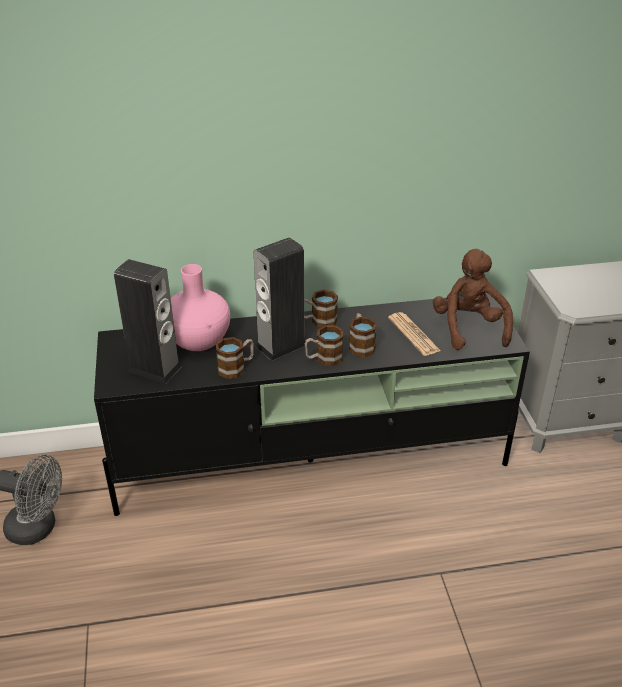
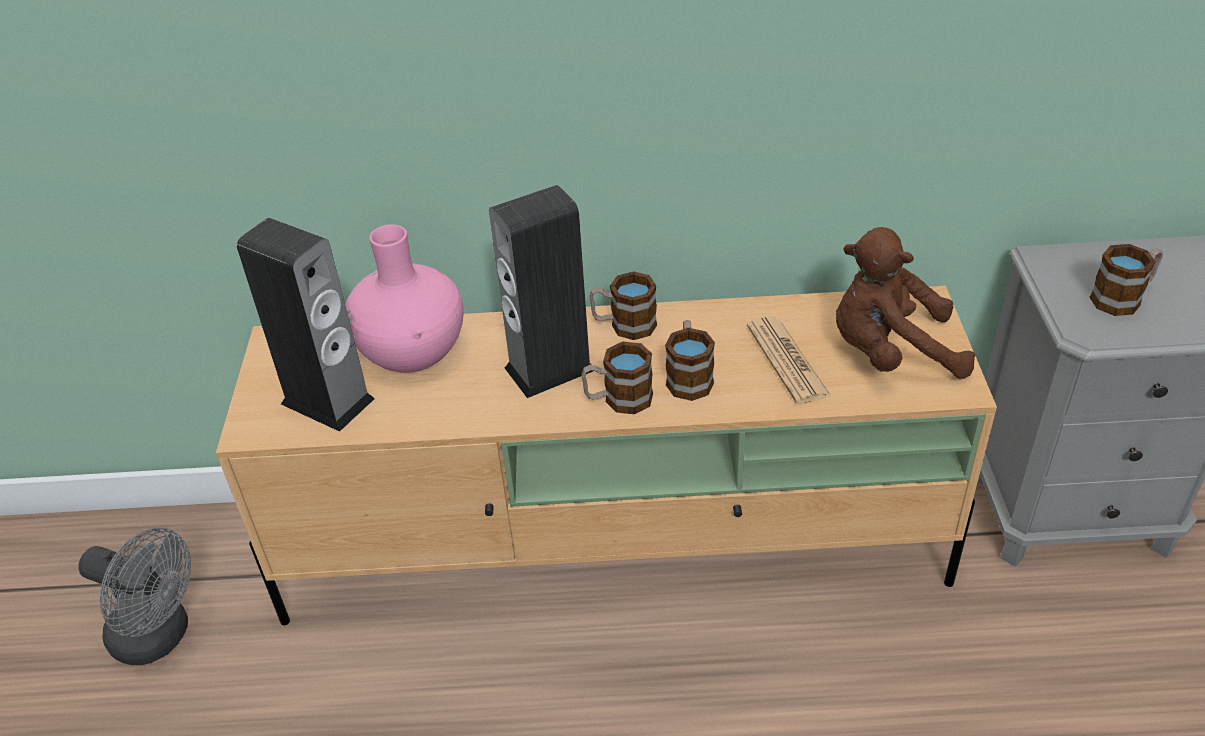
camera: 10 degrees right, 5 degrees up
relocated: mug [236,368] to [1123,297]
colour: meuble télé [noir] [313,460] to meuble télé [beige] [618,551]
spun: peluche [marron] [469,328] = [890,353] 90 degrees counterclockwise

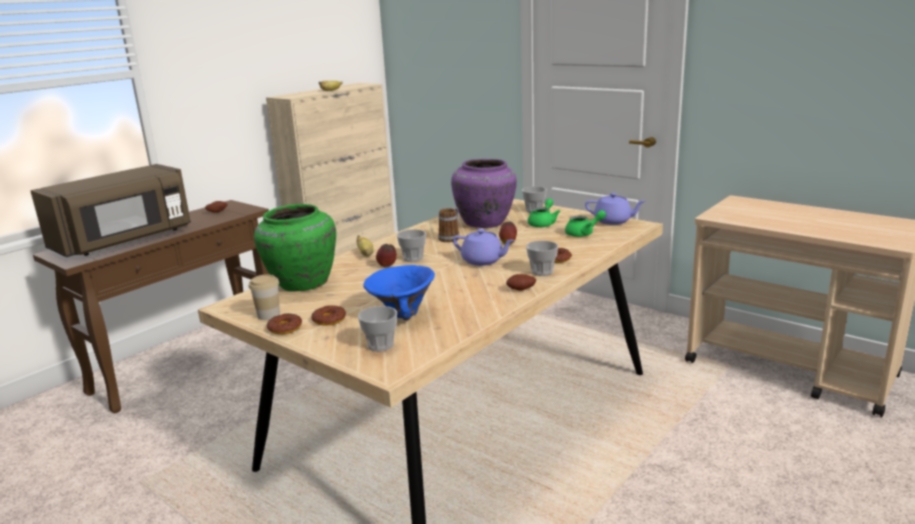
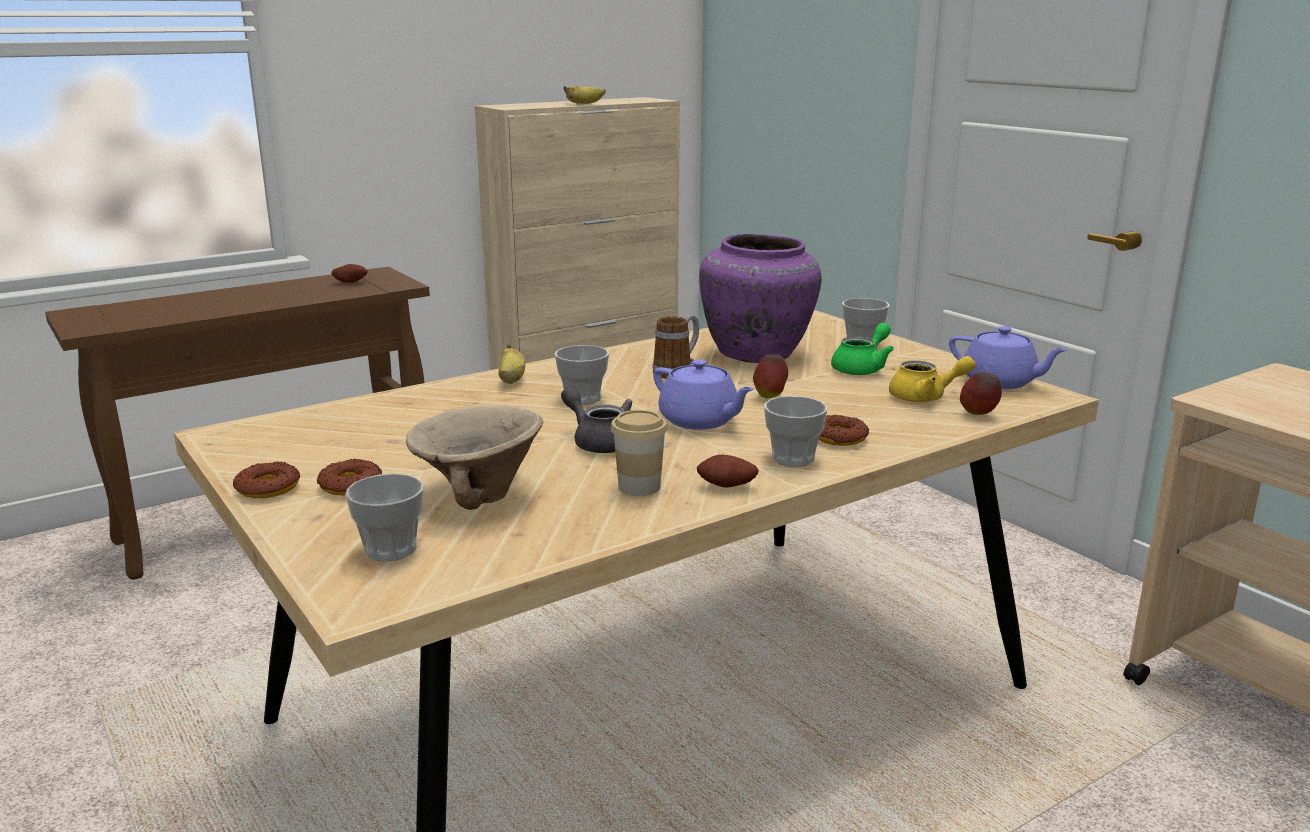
camera: 15 degrees right, 0 degrees up
missing: micro-ondes [marron] [125,240]; vase [vert] [301,283]
appeared: théière [gris] [599,442]
relocated: pomme [387,266] to [978,415]; tasse [268,315] to [639,487]
colour: théière [vert] [583,233] to théière [jaune] [925,397]; bol [bleu] [400,313] to bol [beige] [477,495]

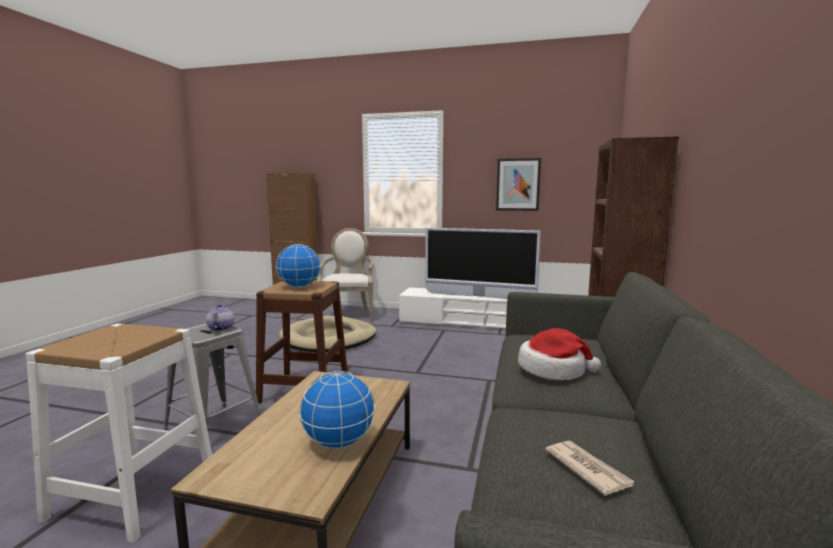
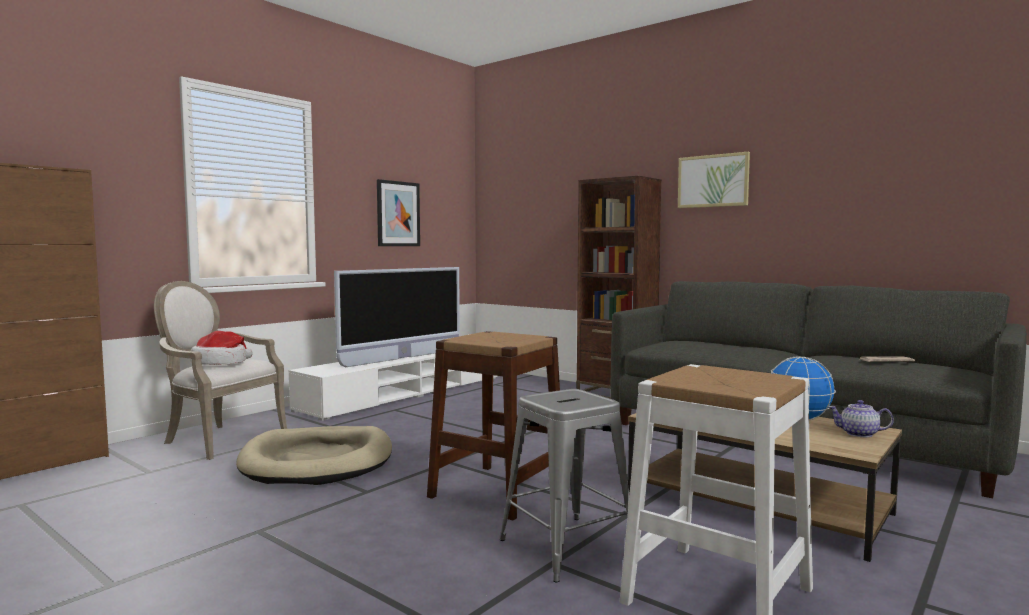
camera: 65 degrees left, 5 degrees down
missing: globe [299,287]
appeared: tableau [713,181]
relocated: théière [220,328] to [858,434]; chapeau [553,370] to [220,363]

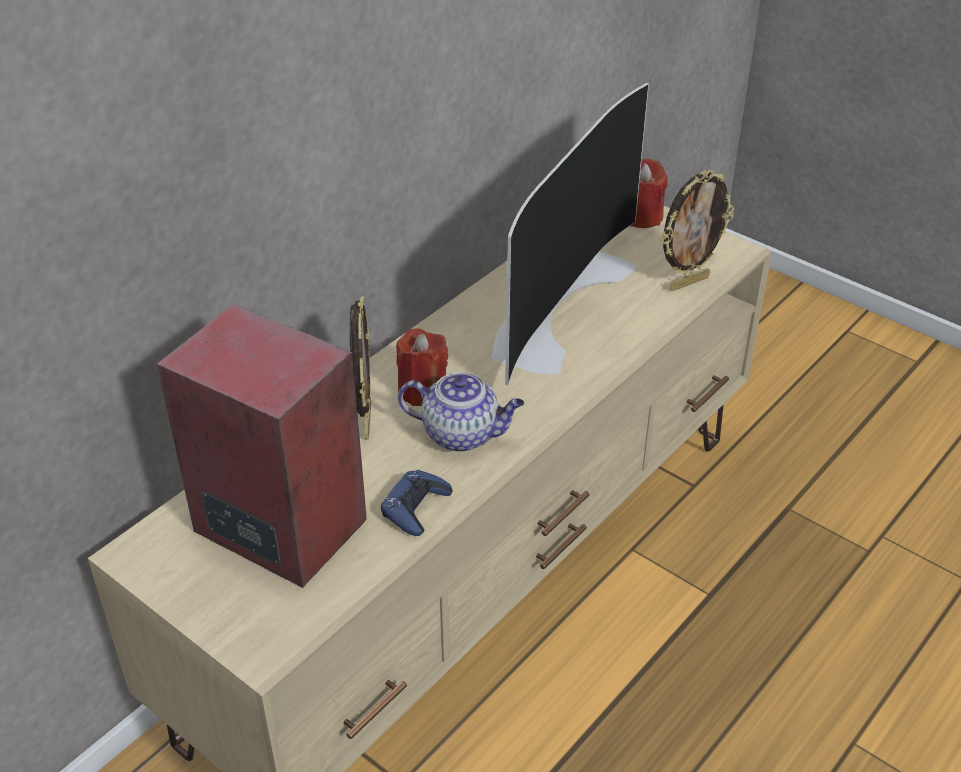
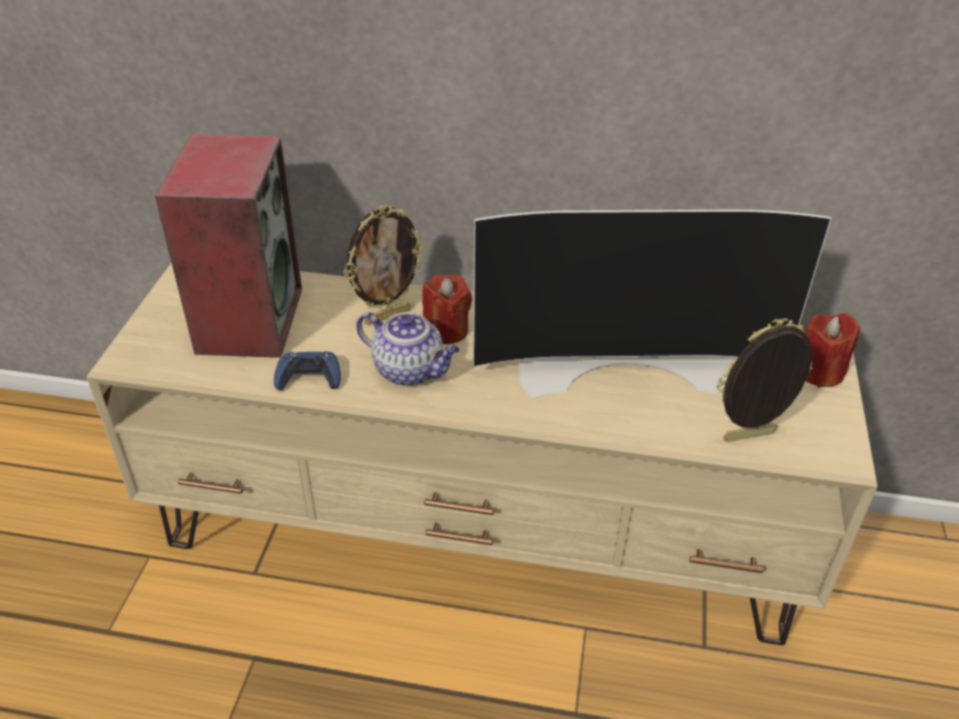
camera: 60 degrees right, 0 degrees up
spun: cadre photo [688,282] = [750,438] 135 degrees clockwise; théière [462,434] = [410,370] 45 degrees counterclockwise

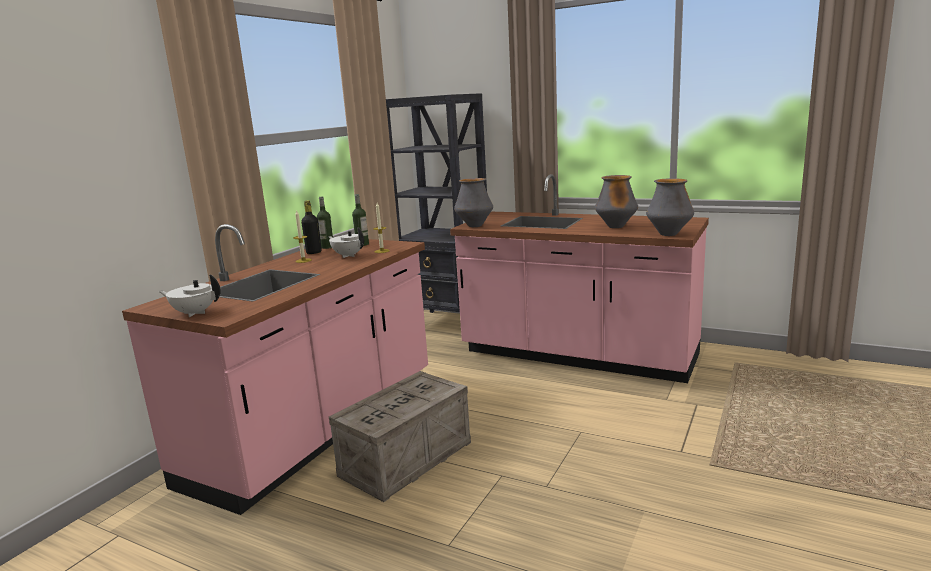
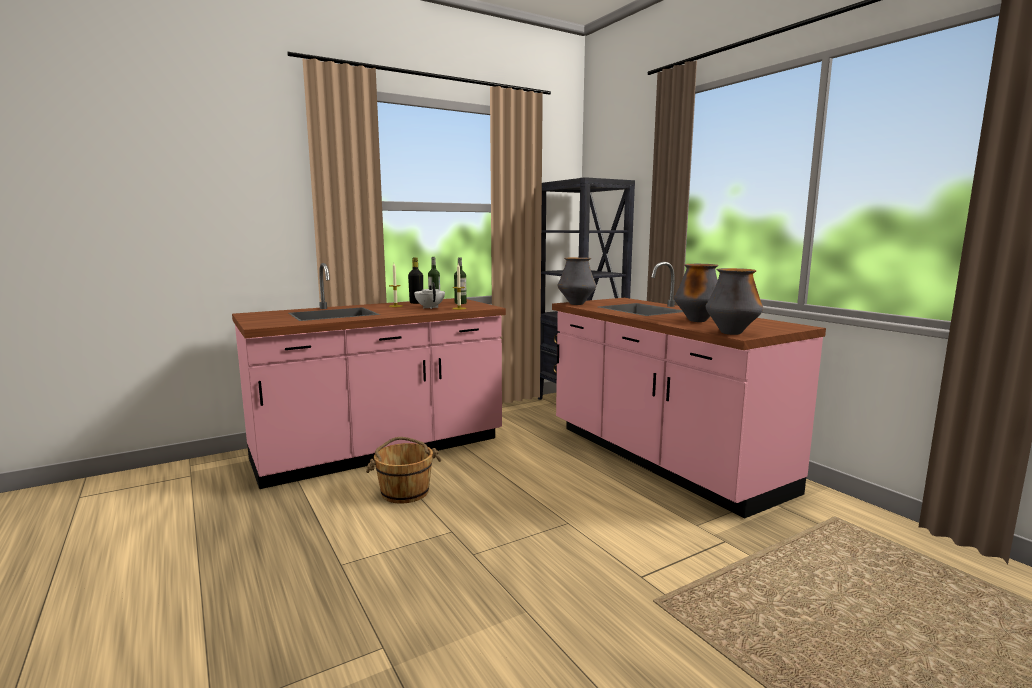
camera: 30 degrees right, 5 degrees down
missing: théière [blanc] [194,313]
exchanged: caisse [407,458] to seau [marron] [405,492]

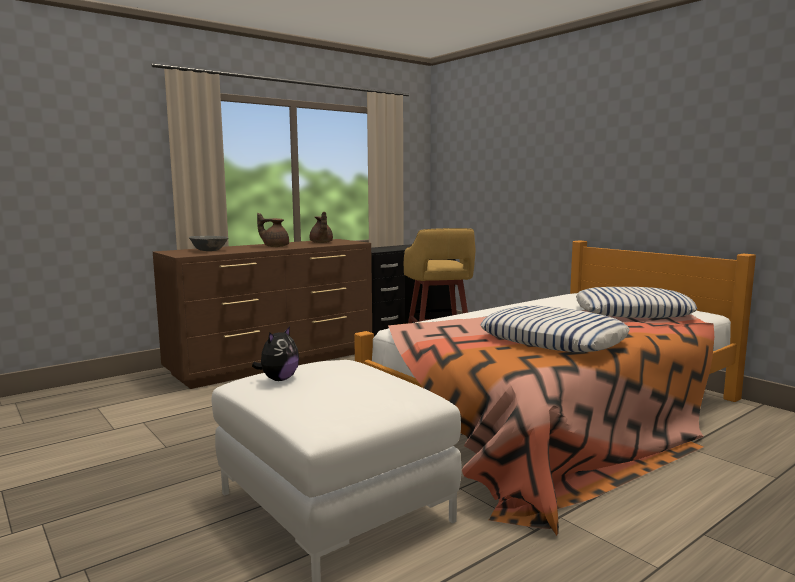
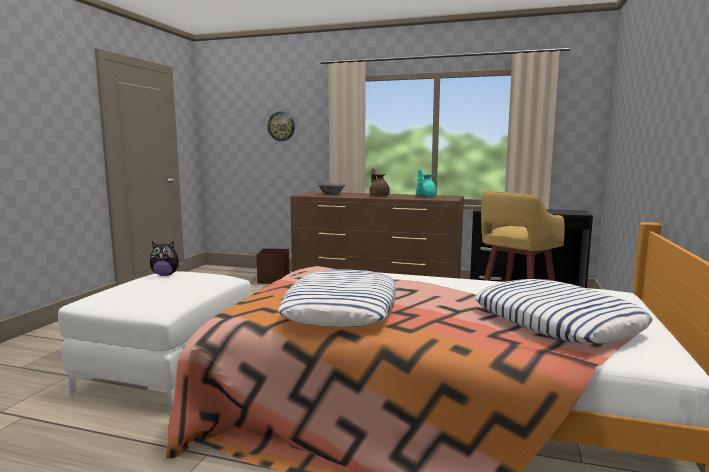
camera: 55 degrees right, 0 degrees up
appeared: horloge murale [281,126]; boîte de rangement [marron] [274,280]
colour: théière [marron] [321,243] to théière [turquoise] [425,197]

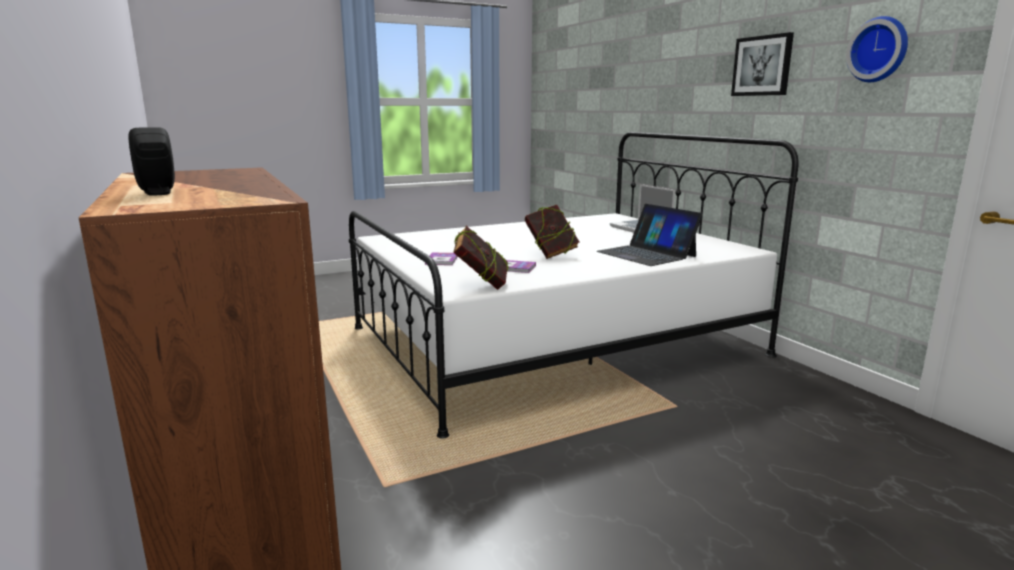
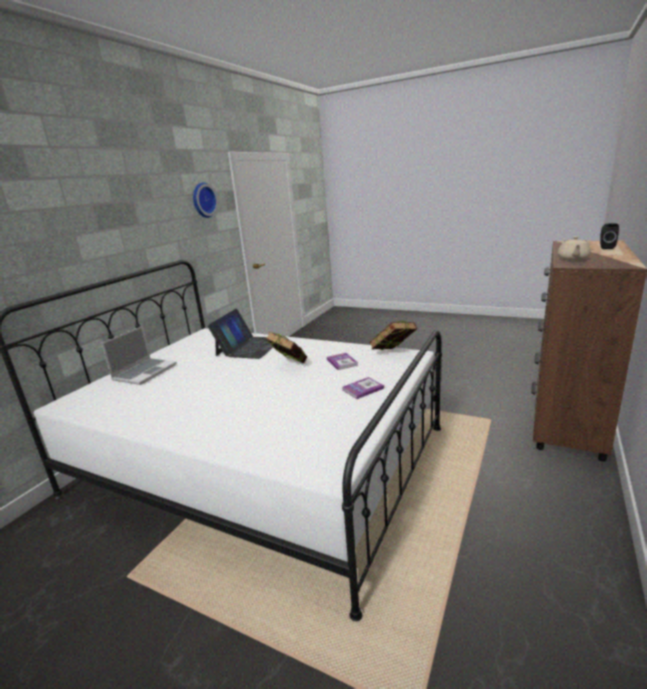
camera: 125 degrees left, 5 degrees up
missing: tableau [762,66]
appeared: théière [beige] [572,259]

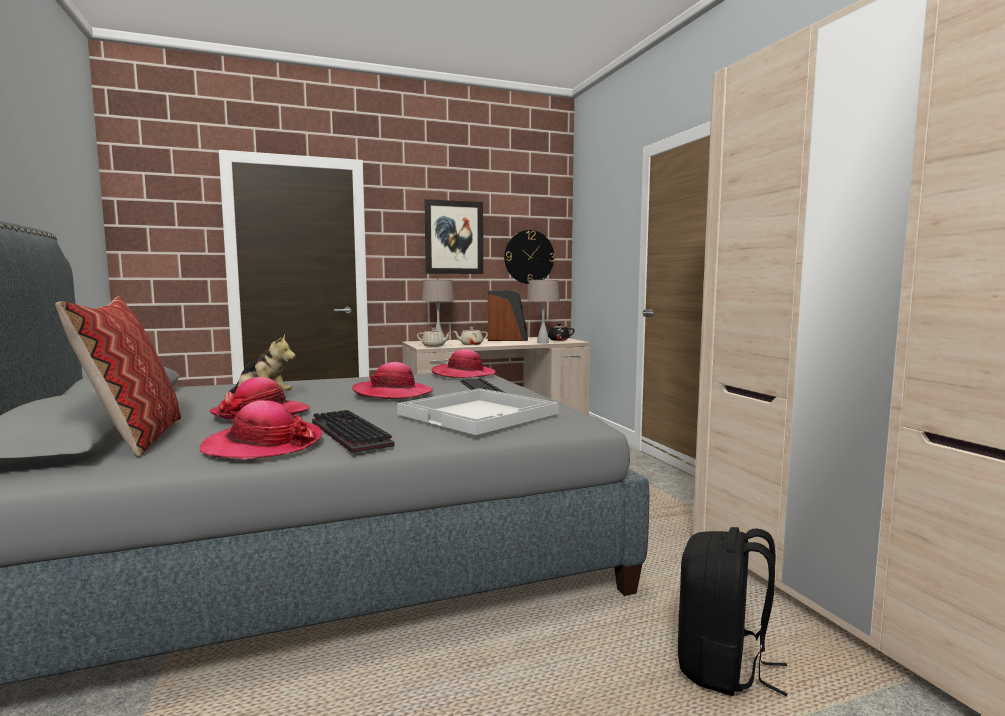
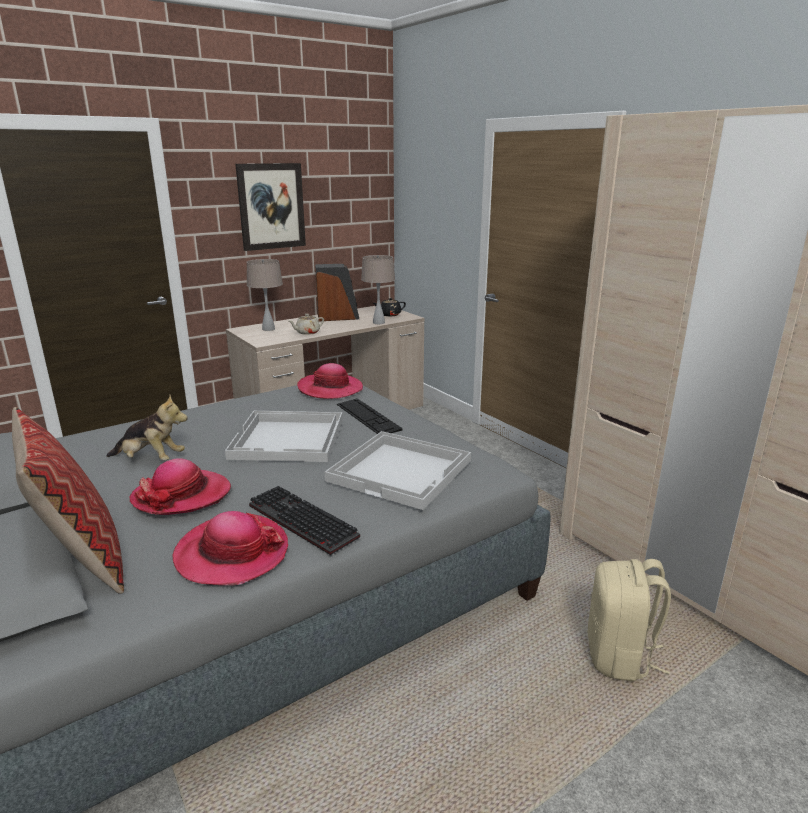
camera: 15 degrees left, 15 degrees up
missing: horloge murale [529,257]; théière [beige] [434,346]
exchanged: chapeau [392,393] to plateau [blanc] [289,439]
colour: sac à dos [noir] [722,667] to sac à dos [beige] [619,656]

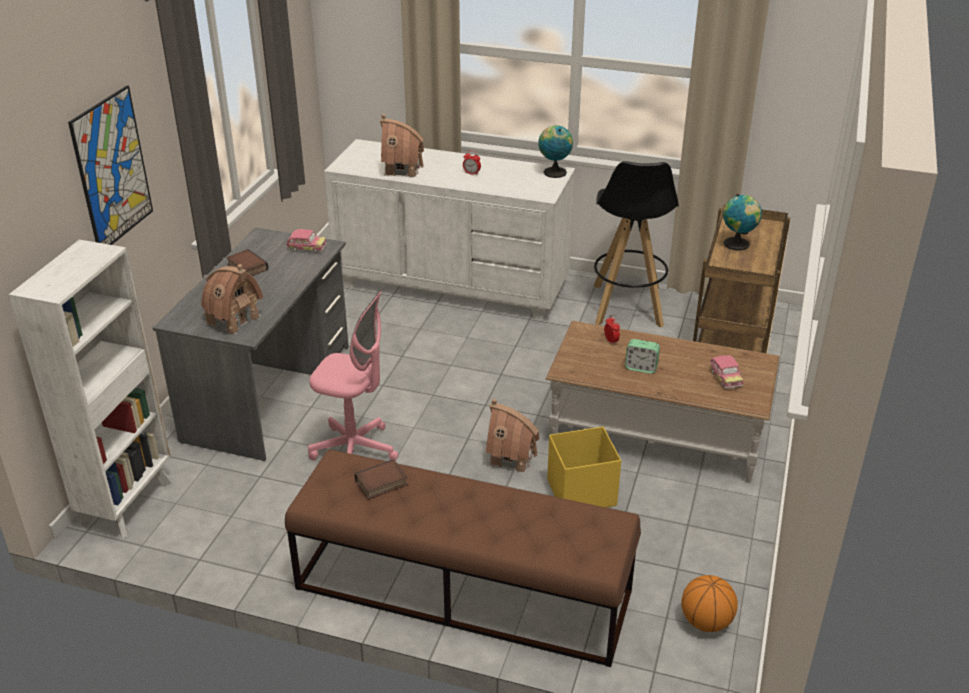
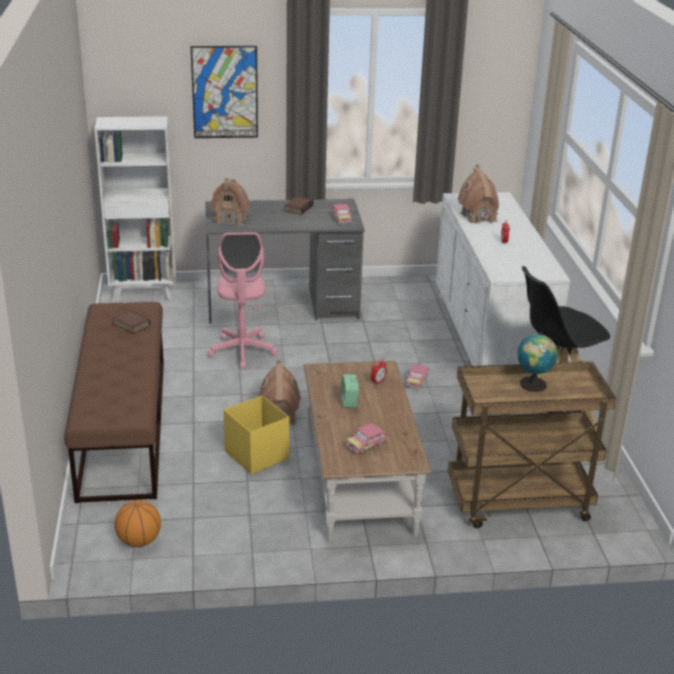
camera: 65 degrees right, 5 degrees down
missing: globe [554,172]
appeared: petite voiture [417,381]

